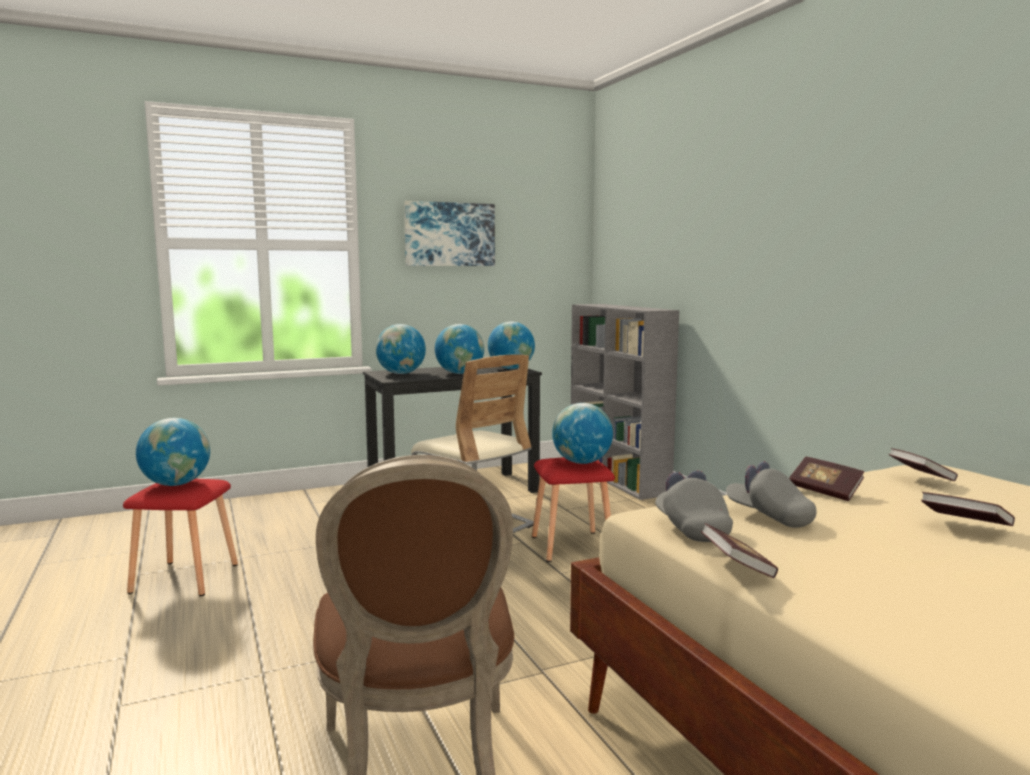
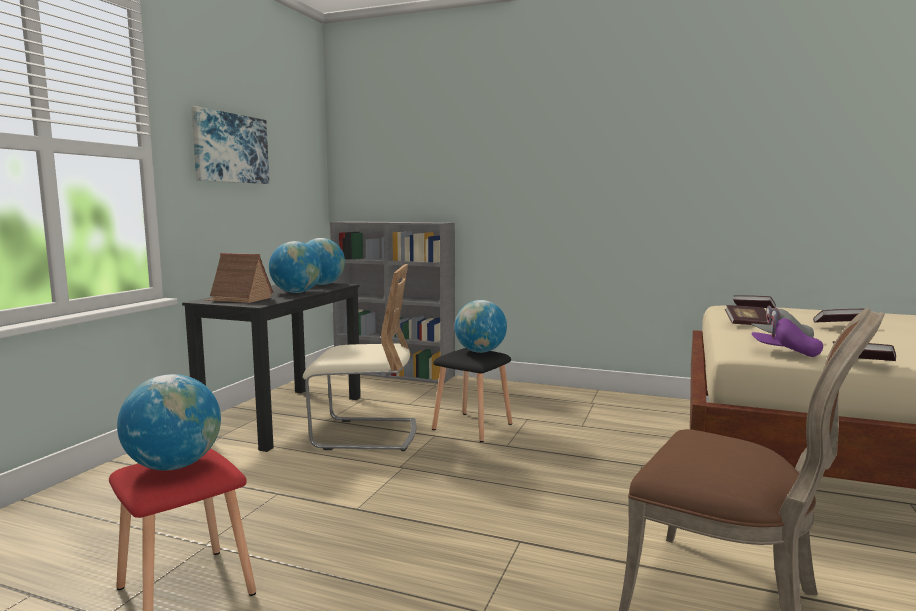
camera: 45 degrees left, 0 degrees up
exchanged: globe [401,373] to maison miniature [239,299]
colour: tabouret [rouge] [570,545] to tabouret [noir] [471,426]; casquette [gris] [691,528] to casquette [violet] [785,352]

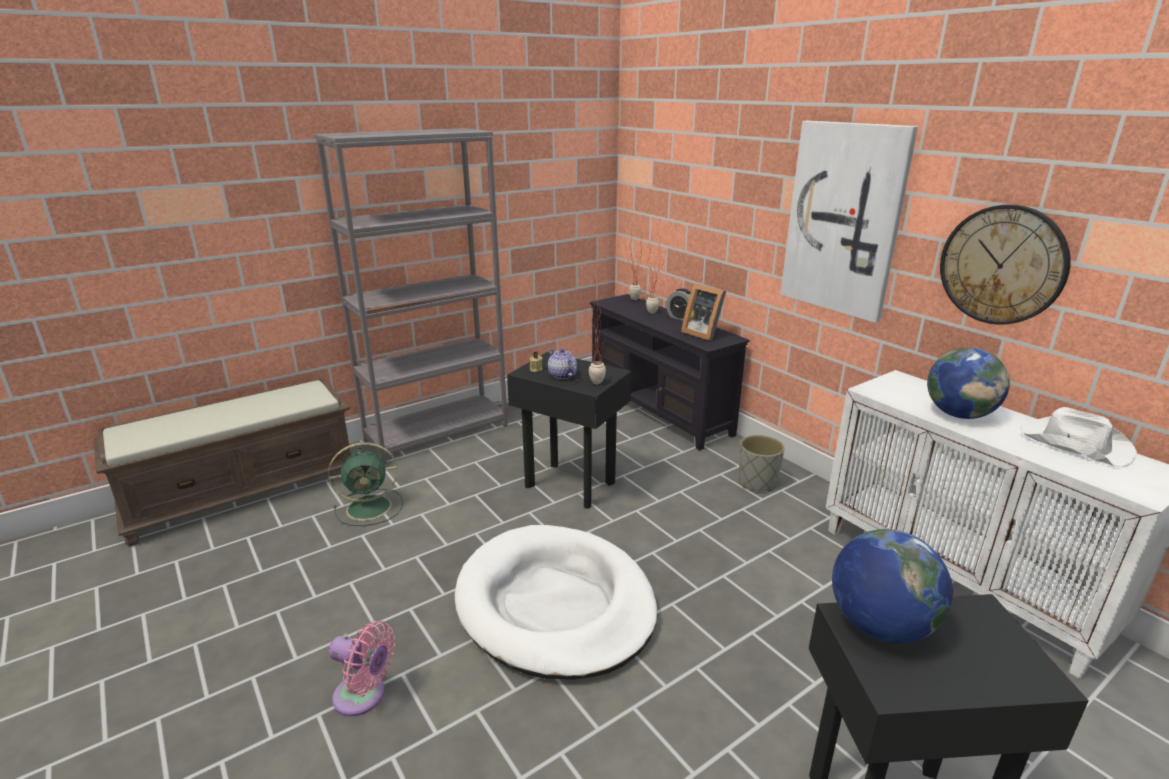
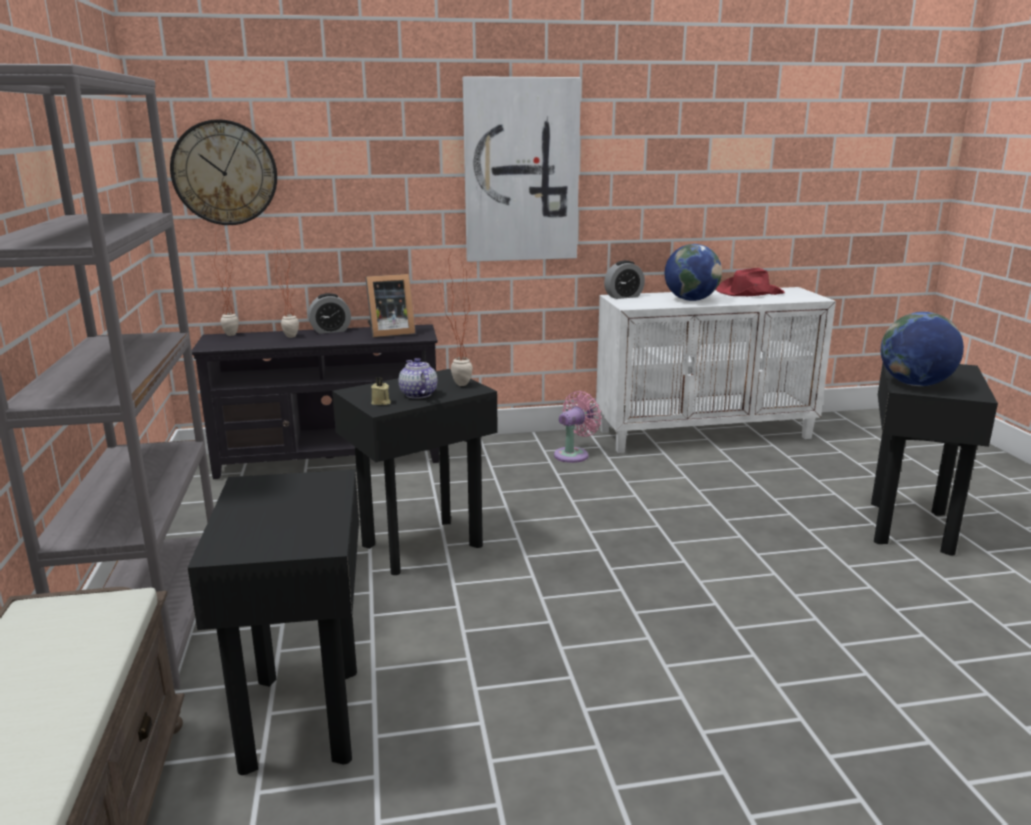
camera: 65 degrees left, 5 degrees down
missing: cache-pot [gris] [757,482]; panier pour chien [blanc] [555,605]
appeared: réveil [623,296]
relocated: horloge murale [1002,265] to [224,173]; ventilateur [rose] [364,696] to [574,454]
exchanged: ventilateur [vert] [371,507] to table d'appoint [noir] [304,717]
colour: chapeau [blanc] [1073,443] to chapeau [rouge] [748,292]
spun: théière [561,375] = [417,394] 75 degrees clockwise

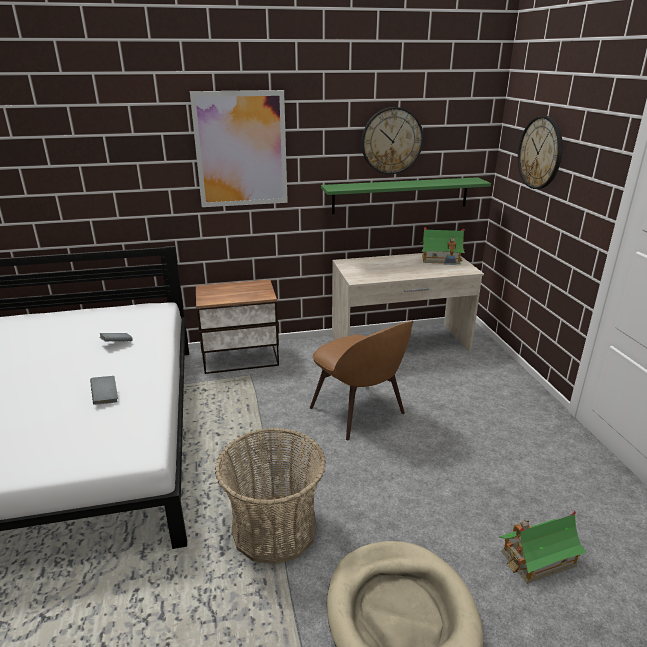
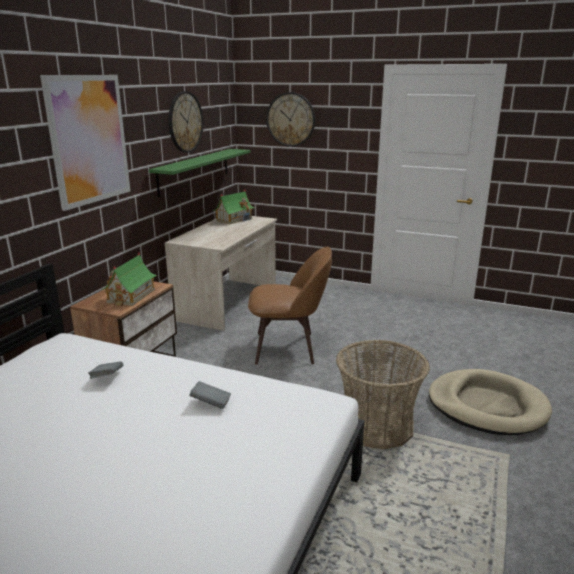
camera: 55 degrees left, 5 degrees down
relocated: maison miniature [538,558] to [131,296]

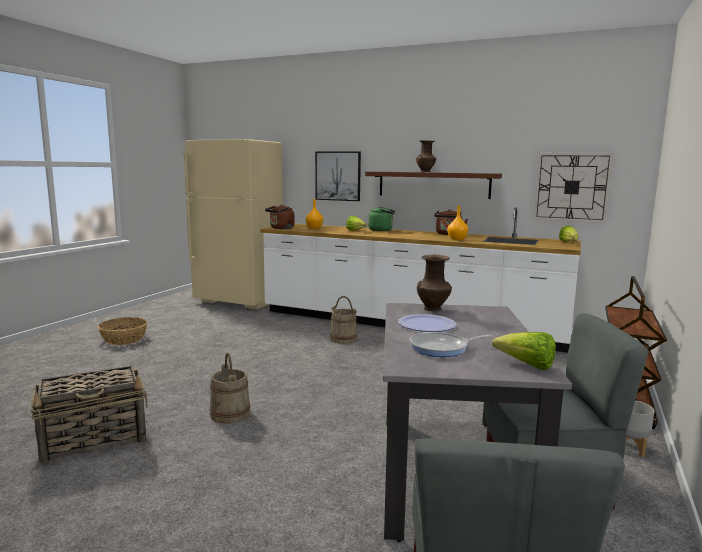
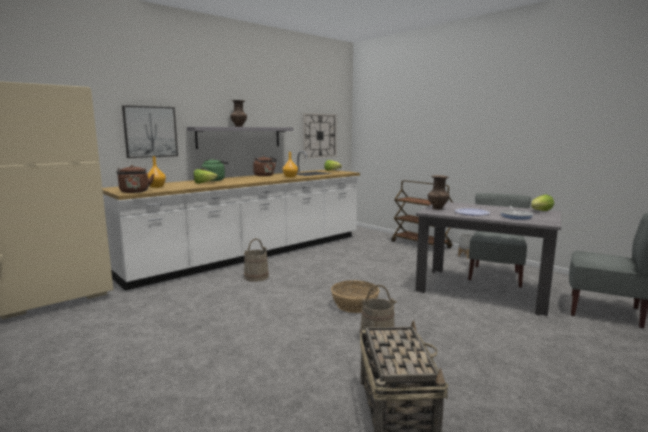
camera: 65 degrees left, 0 degrees up
relocated: panier [124,339] to [355,305]
colour: étagère [marron] [433,184] to étagère [gris] [239,137]

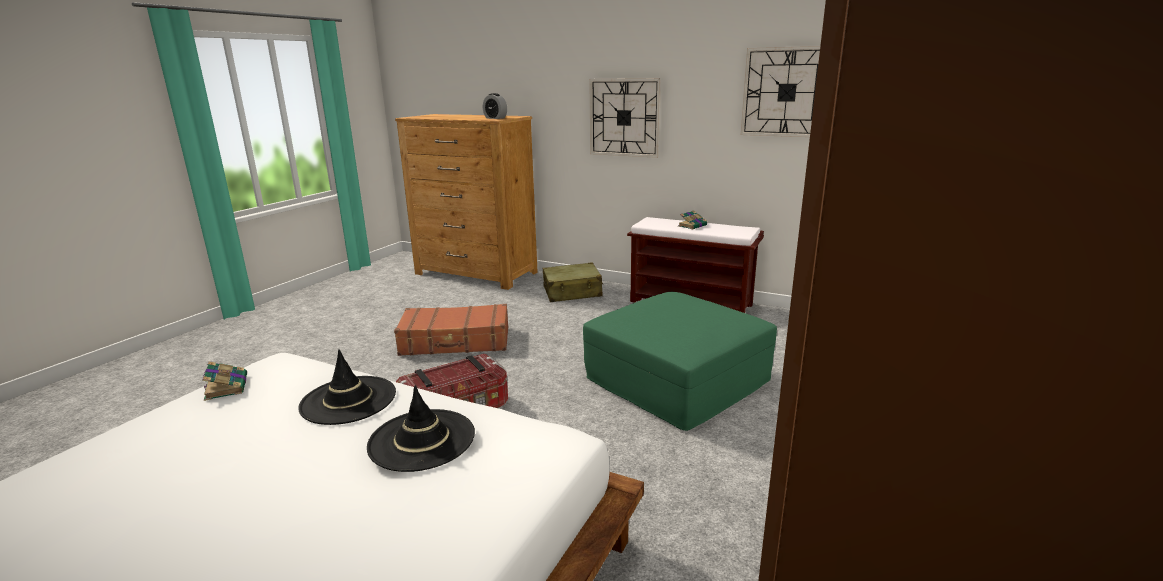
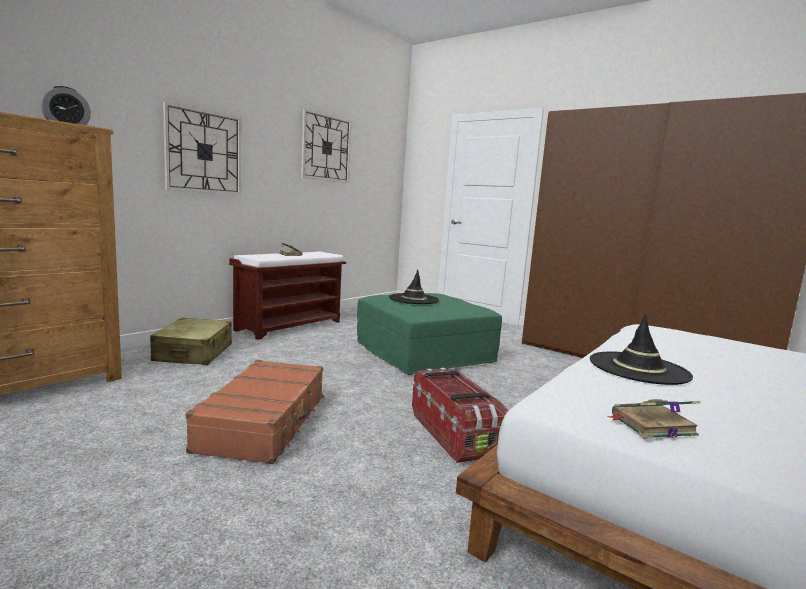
camera: 80 degrees left, 10 degrees down
relocated: chapeau [noir] [422,440] to [413,299]

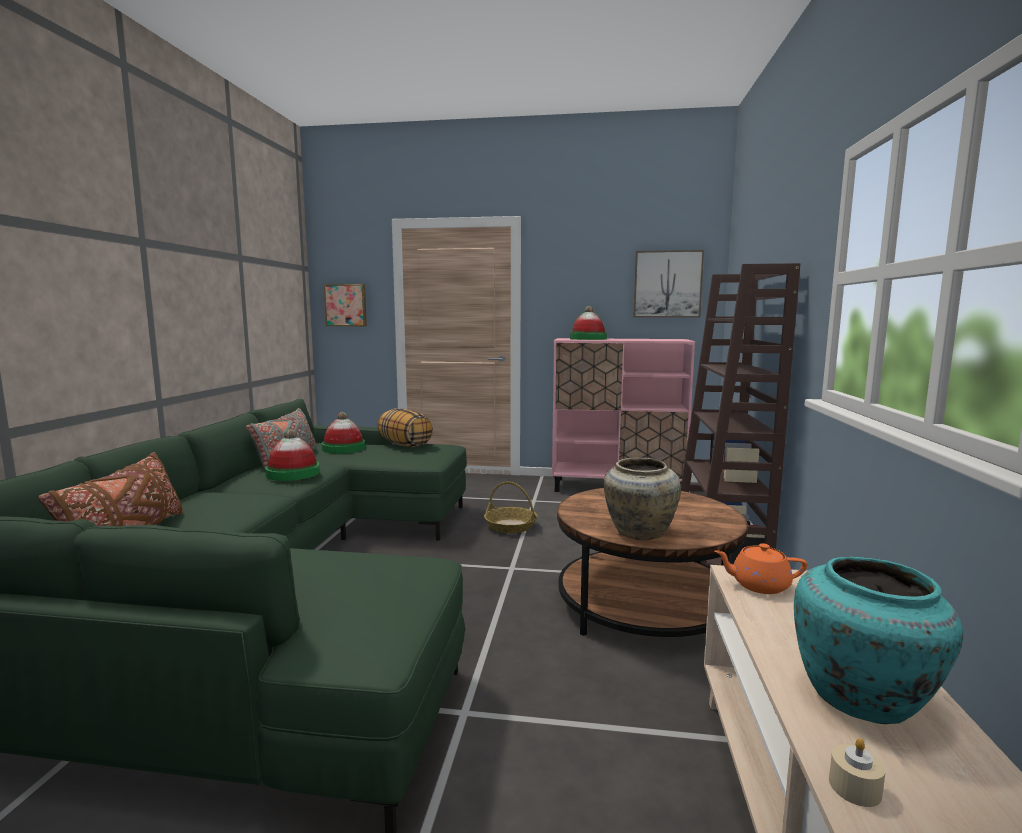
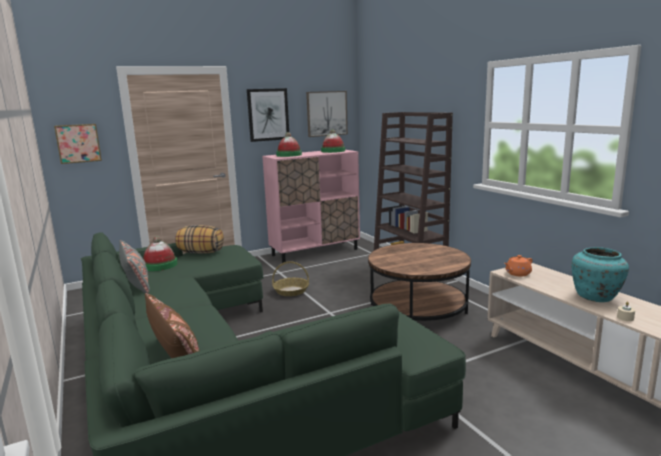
camera: 35 degrees left, 5 degrees up
missing: vase [beige] [638,533]
appeared: tableau [268,114]
relocated: chapeau [293,473] to [333,151]

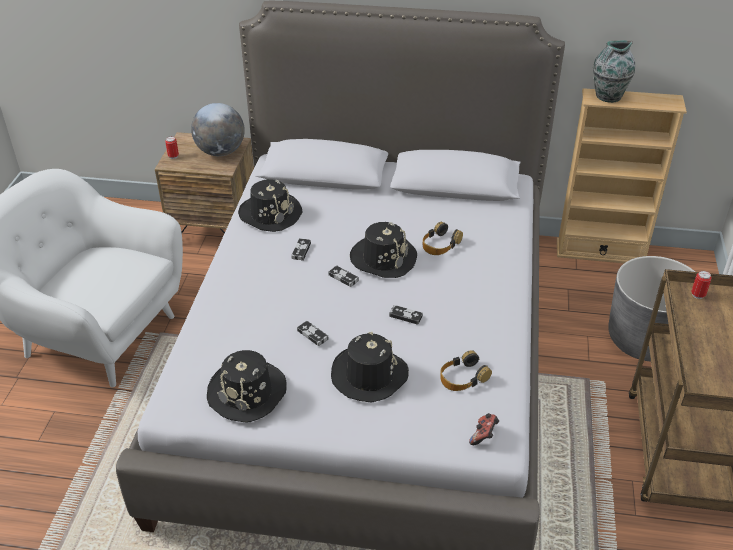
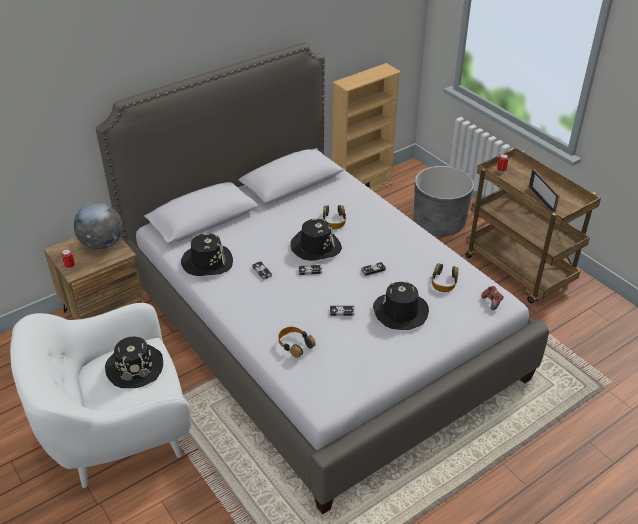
camera: 45 degrees left, 0 degrees up
missing: vase [608,97]
appeared: cadre photo [541,200]; casque audio [295,344]
relocated: chapeau [noir] [248,392] to [135,367]

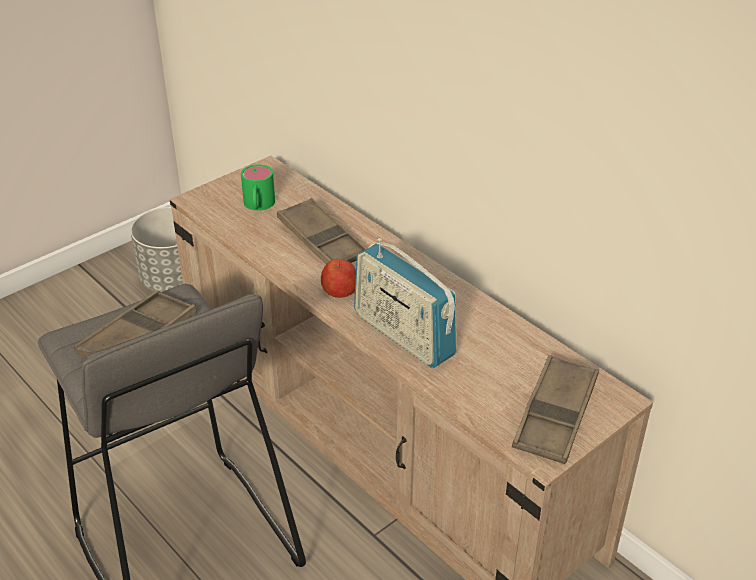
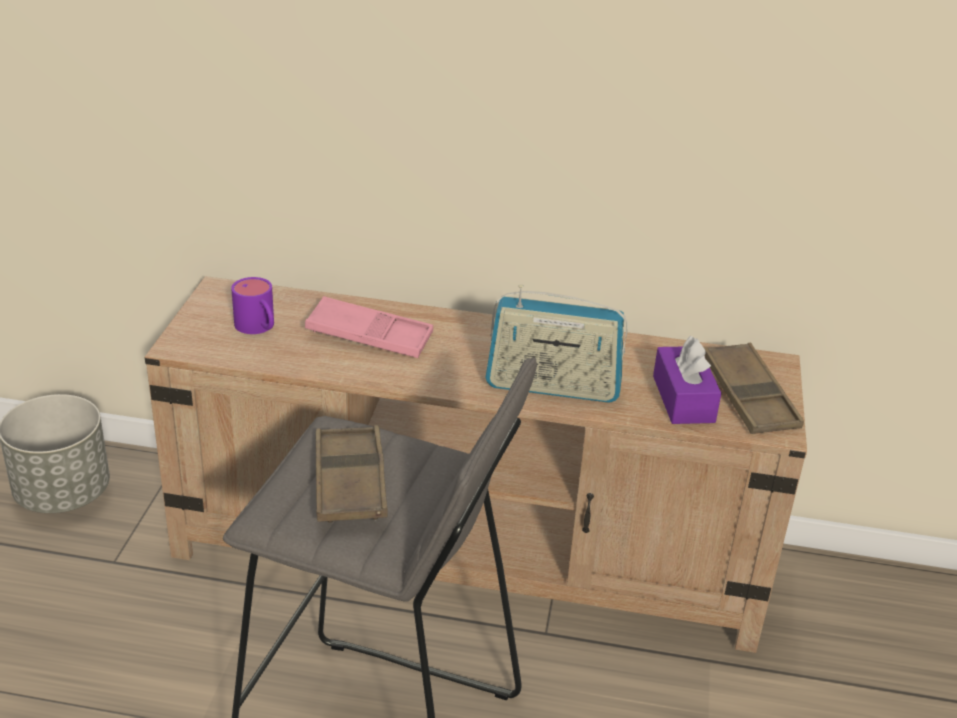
camera: 40 degrees left, 5 degrees down
missing: pomme [340,291]
appeared: boîte à mouchoirs [violet] [683,399]
colour: mug [vert] [258,206] to mug [violet] [258,328]; plateau [marron] [322,240] to plateau [rose] [369,336]

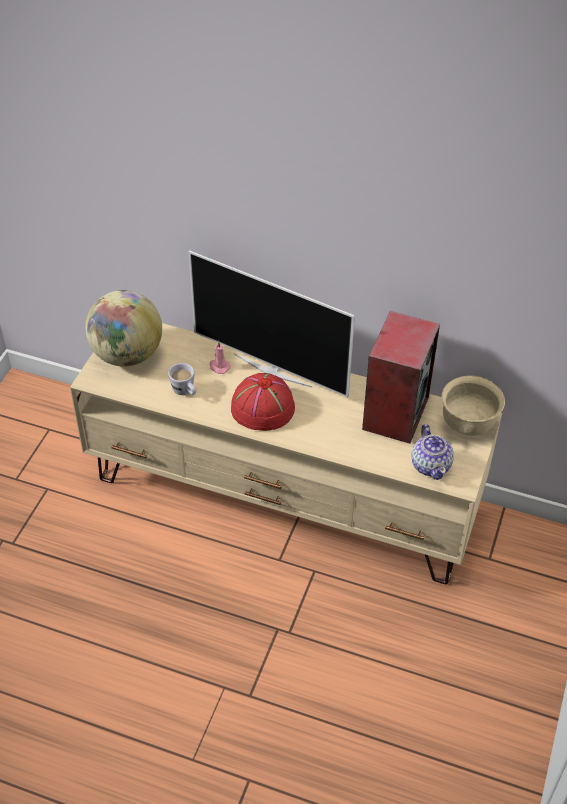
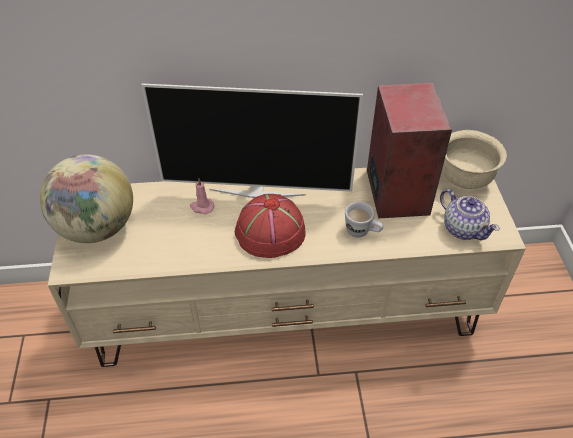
camera: 25 degrees left, 0 degrees up
relocated: mug [blanc] [185,392] to [362,232]

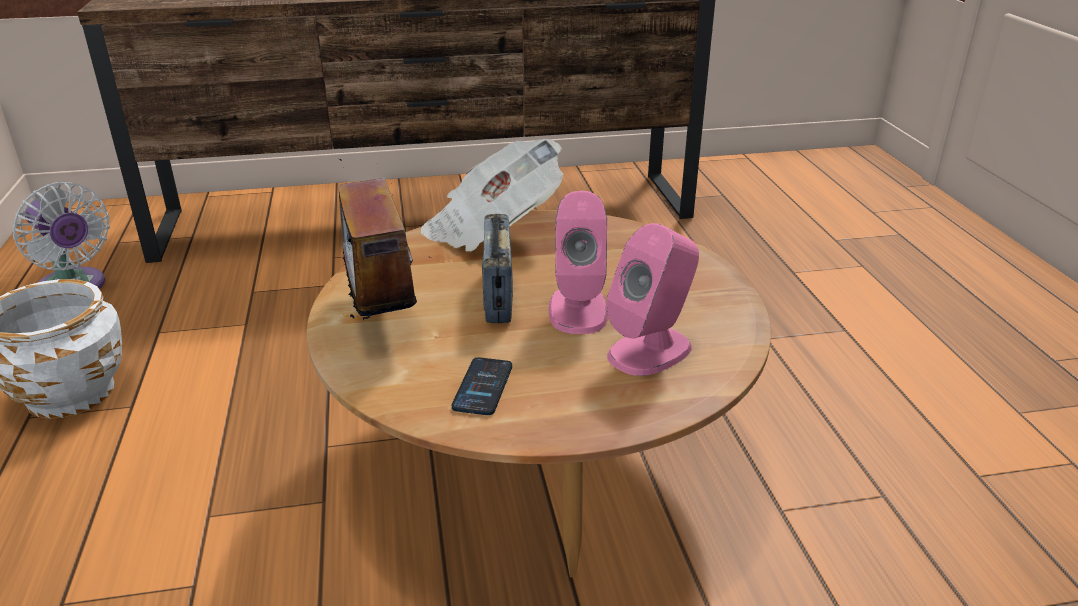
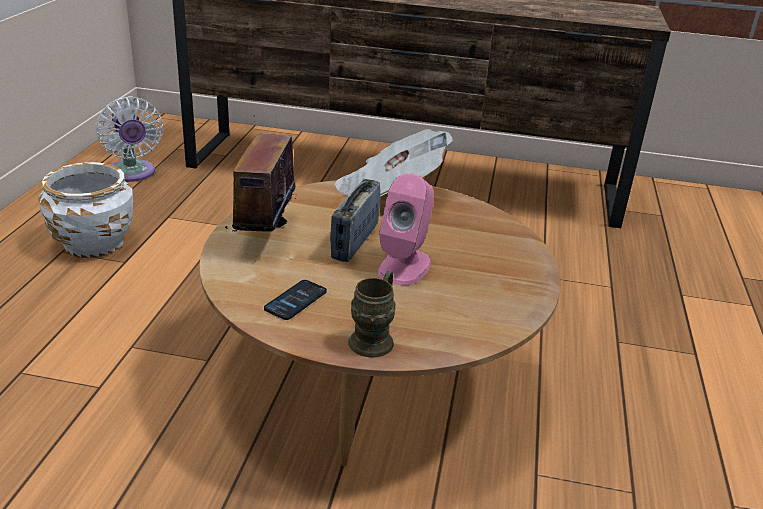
camera: 20 degrees right, 0 degrees up
missing: enceinte [rose] [650,350]
appeared: mug [marron] [374,337]

